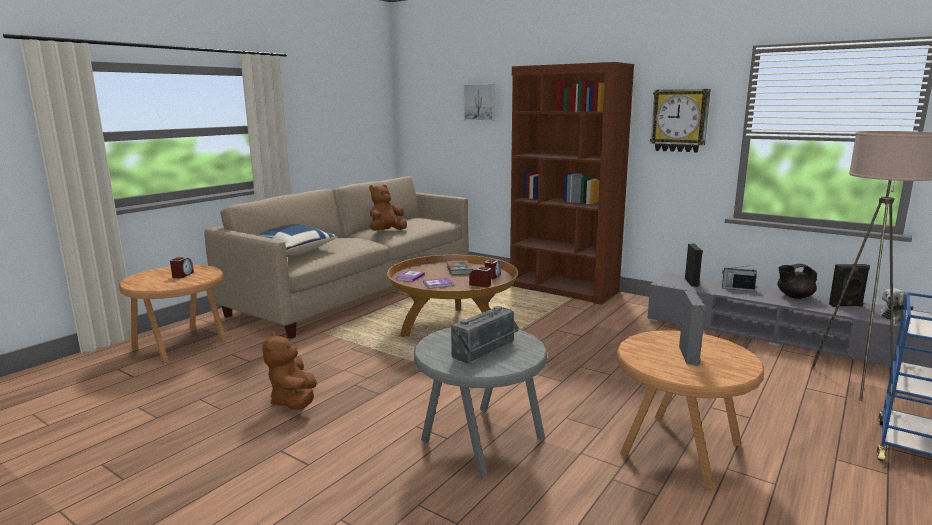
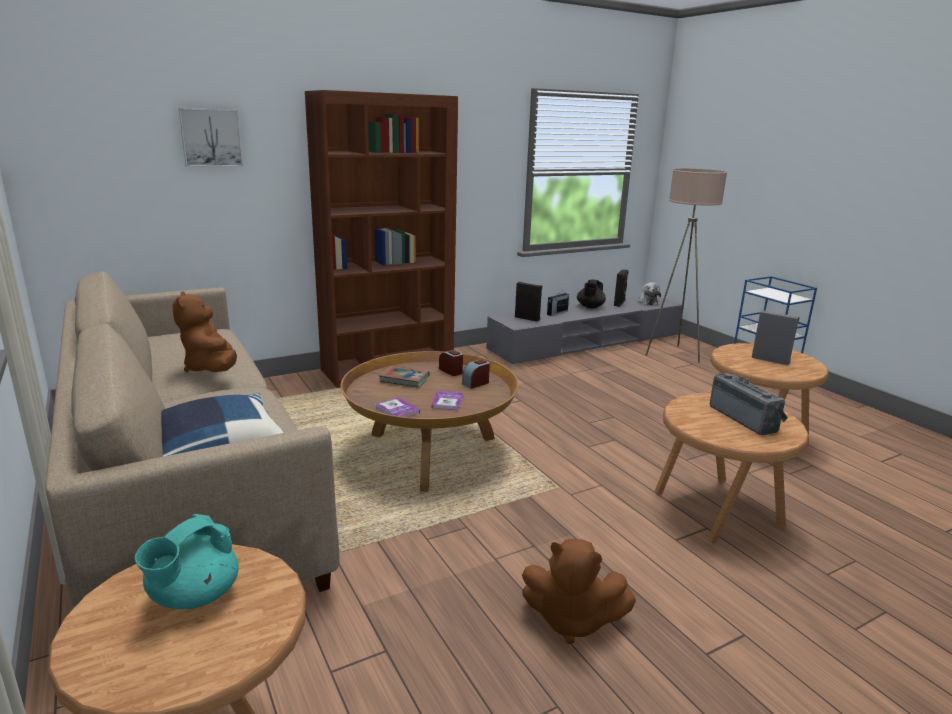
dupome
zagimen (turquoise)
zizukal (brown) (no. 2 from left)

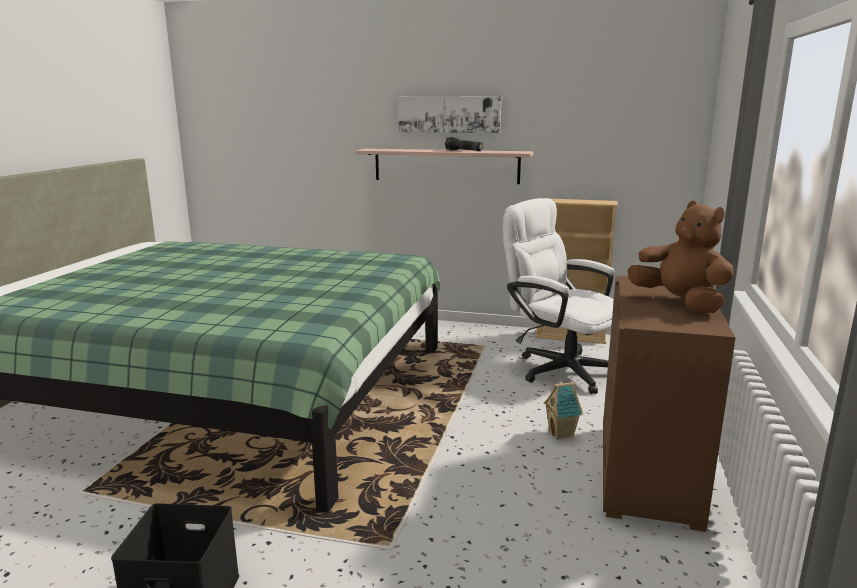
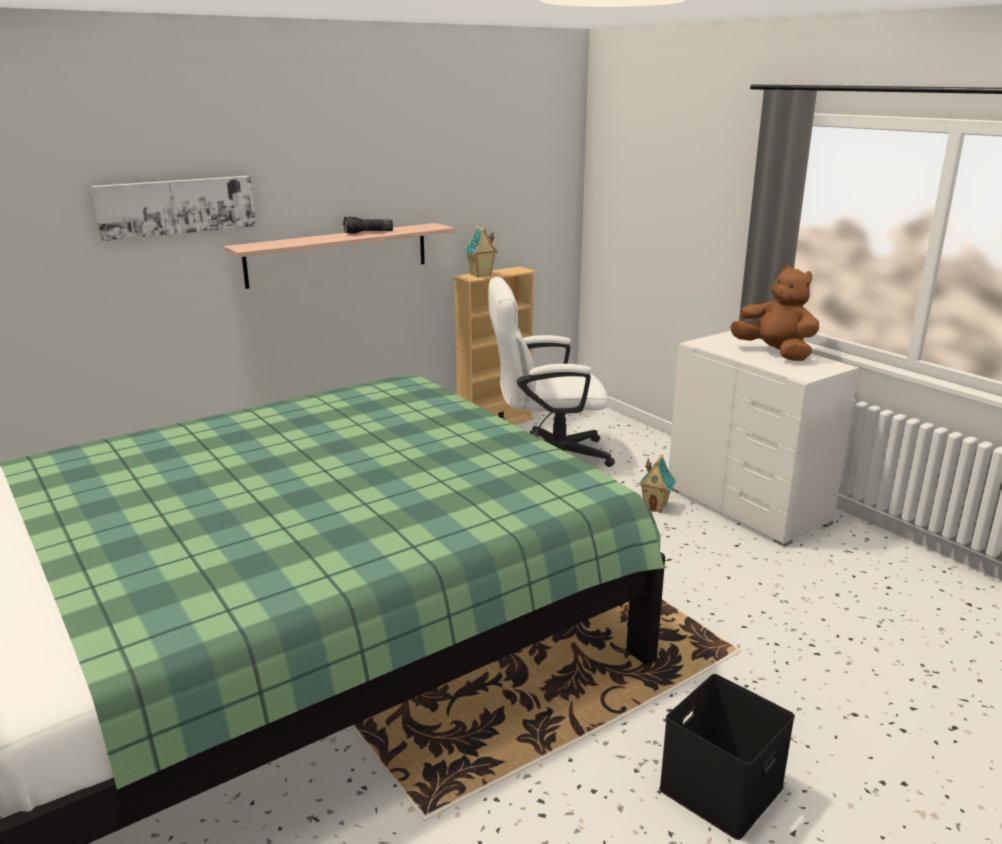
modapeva
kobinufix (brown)
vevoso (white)
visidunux (no. 1 from left)

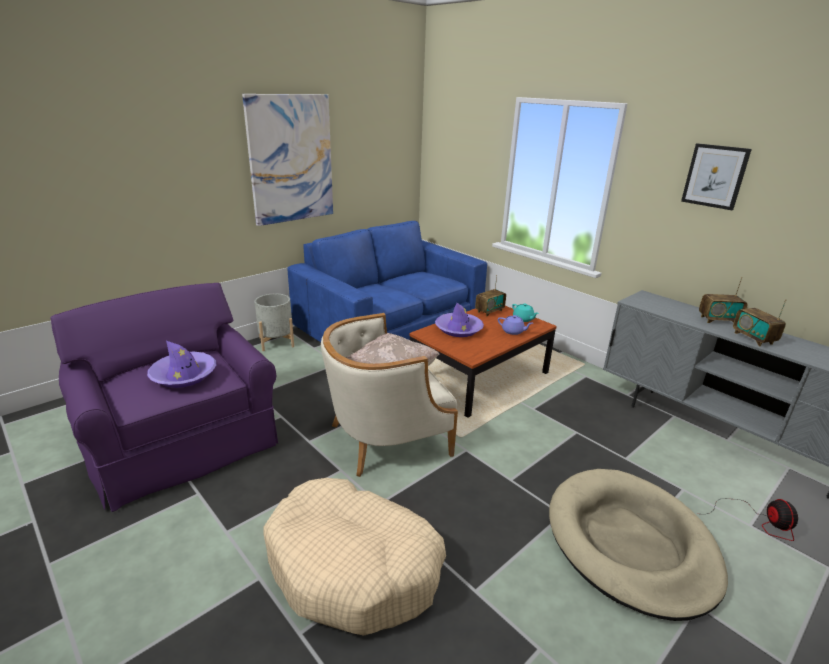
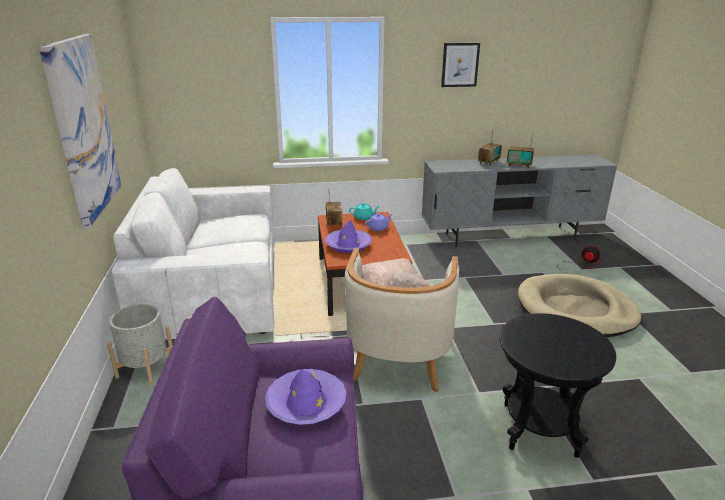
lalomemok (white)
zizukal (black)

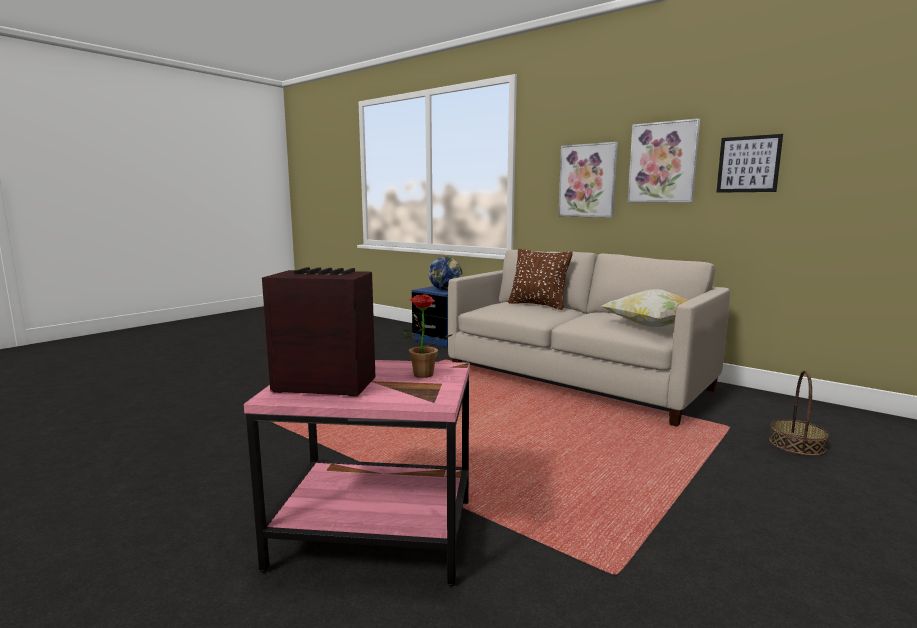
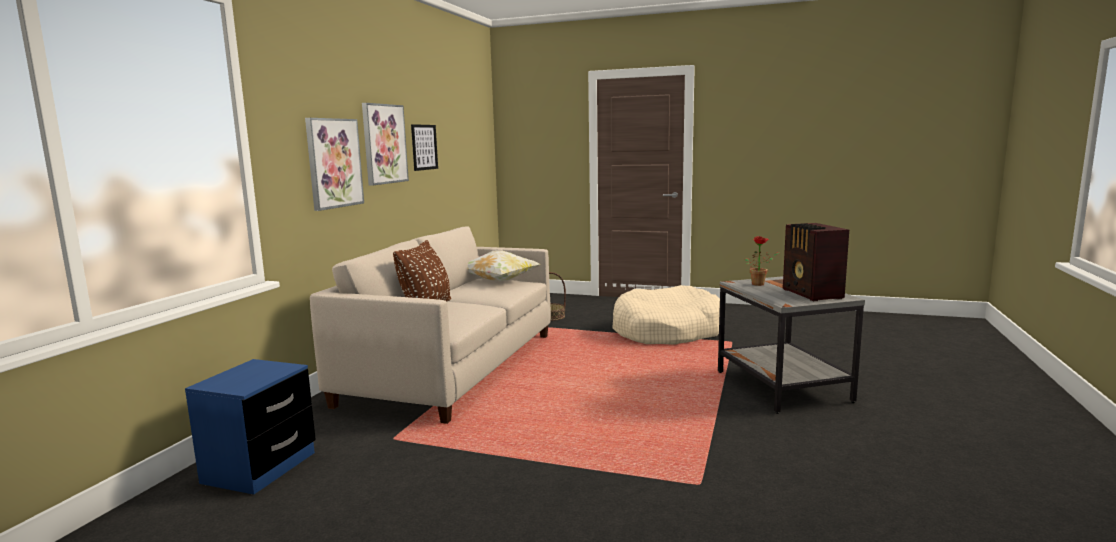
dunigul
zizukal (grey)
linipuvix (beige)

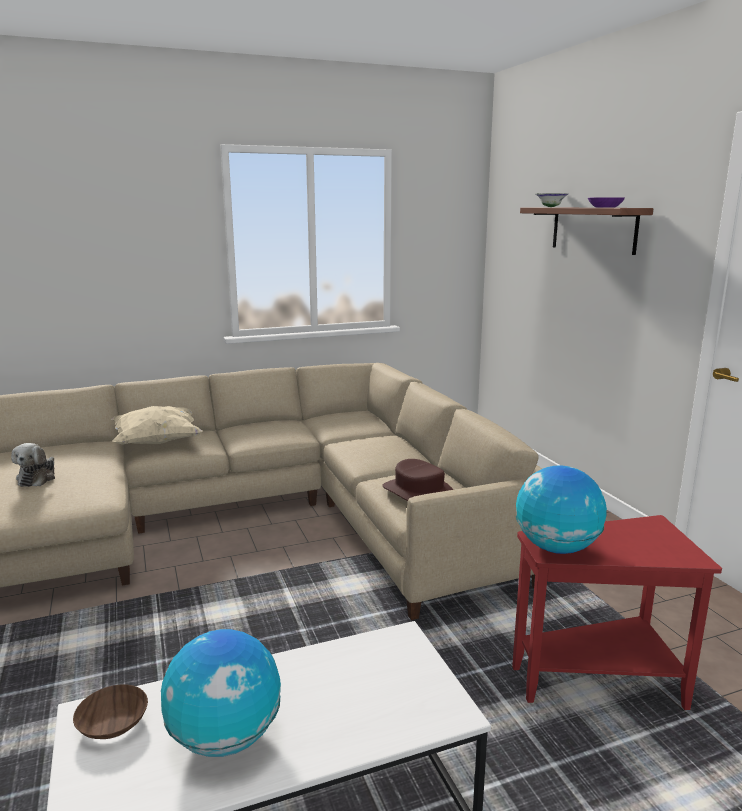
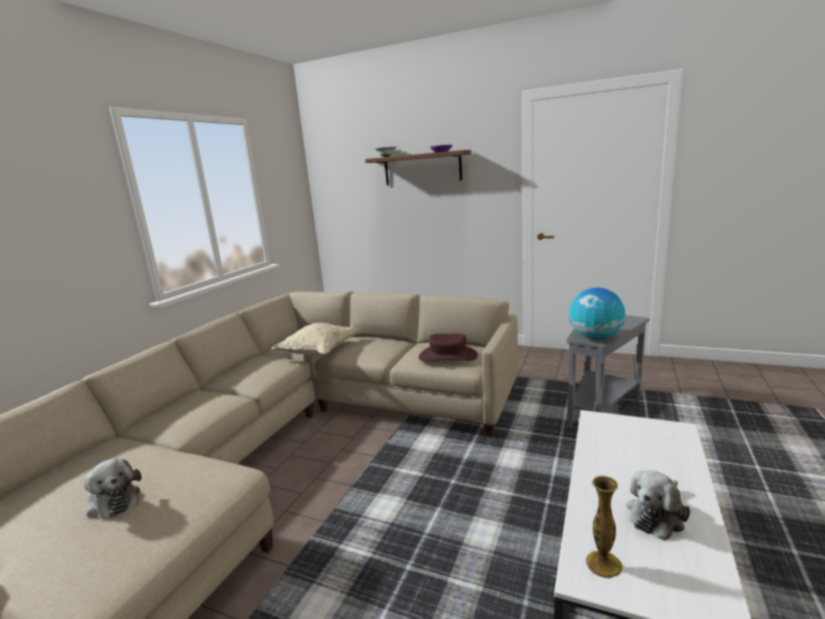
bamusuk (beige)
zizukal (grey)
kobinufix (no. 2 from left)
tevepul

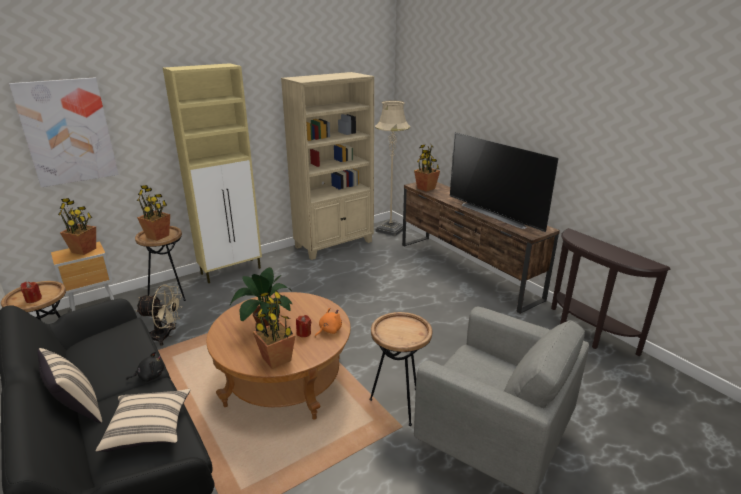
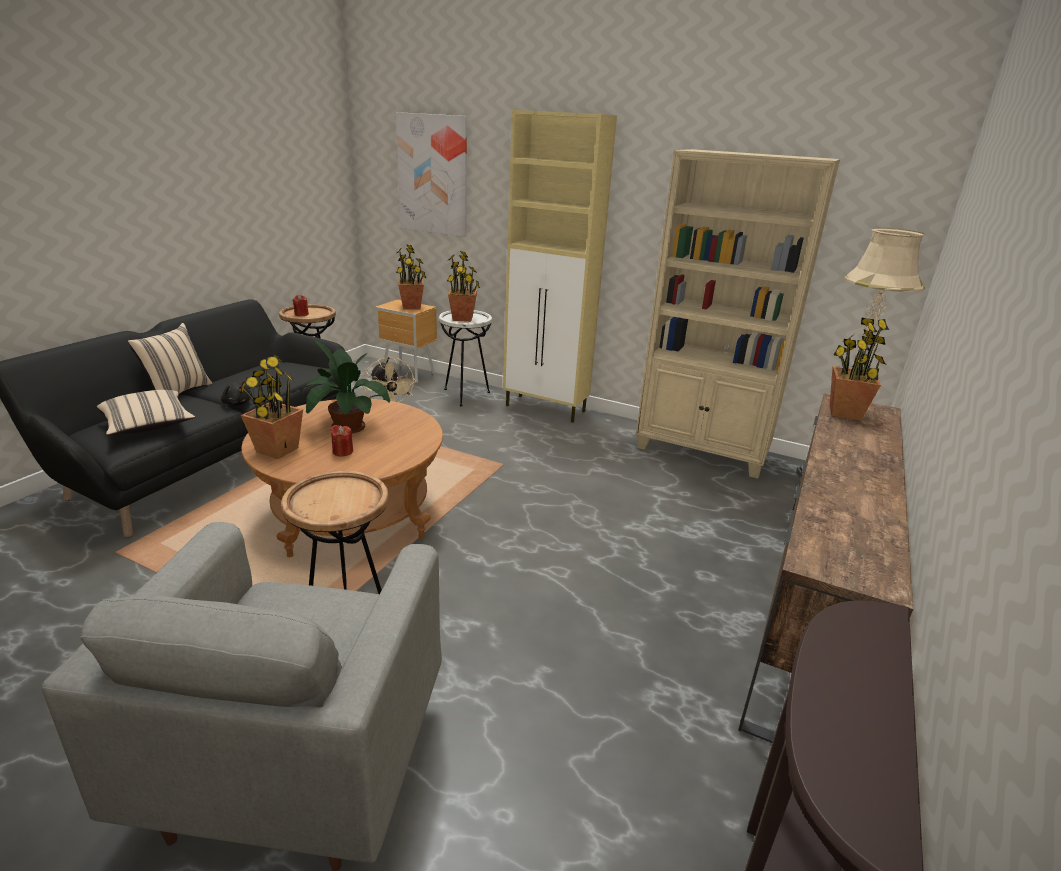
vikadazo
zizukal (white)
kobinufix (orange)

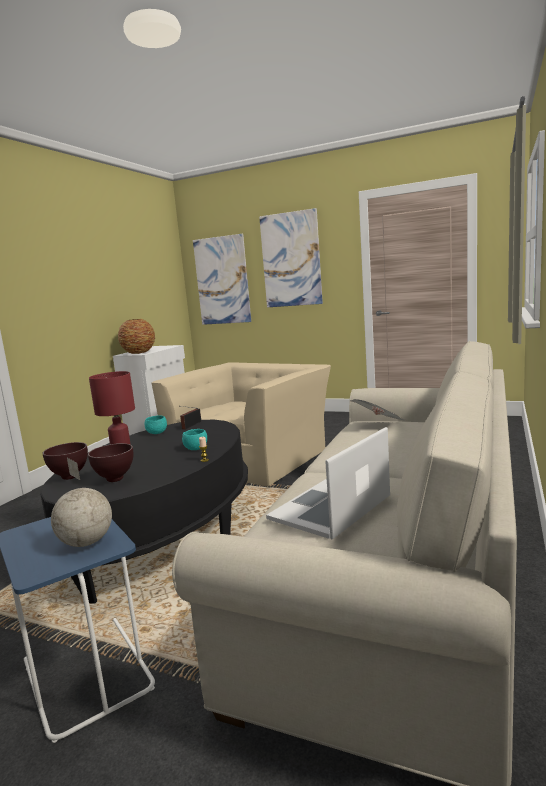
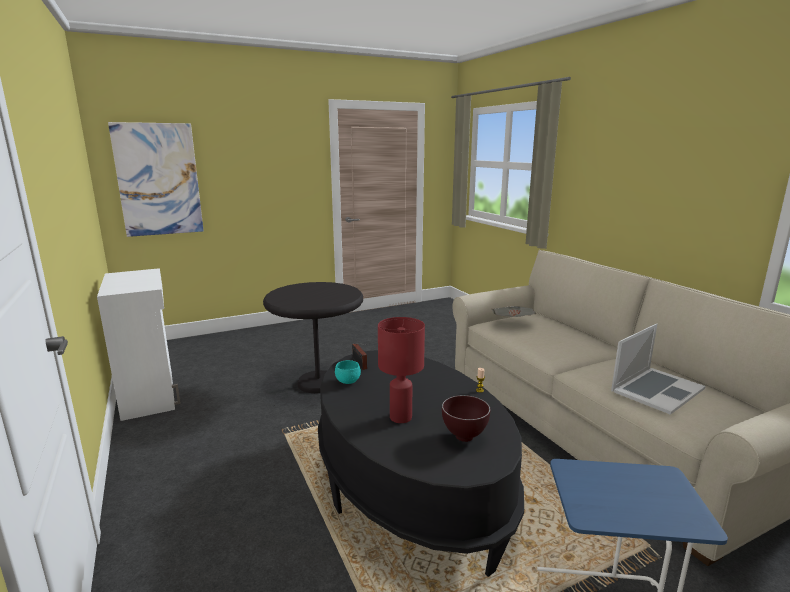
modapeva (no. 2 from left in the first image)
tevepul
zizukal (black)
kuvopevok
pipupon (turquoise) (no. 2 from left in the first image)
pipupon (brown) (no. 1 from left in the first image)
dunigul

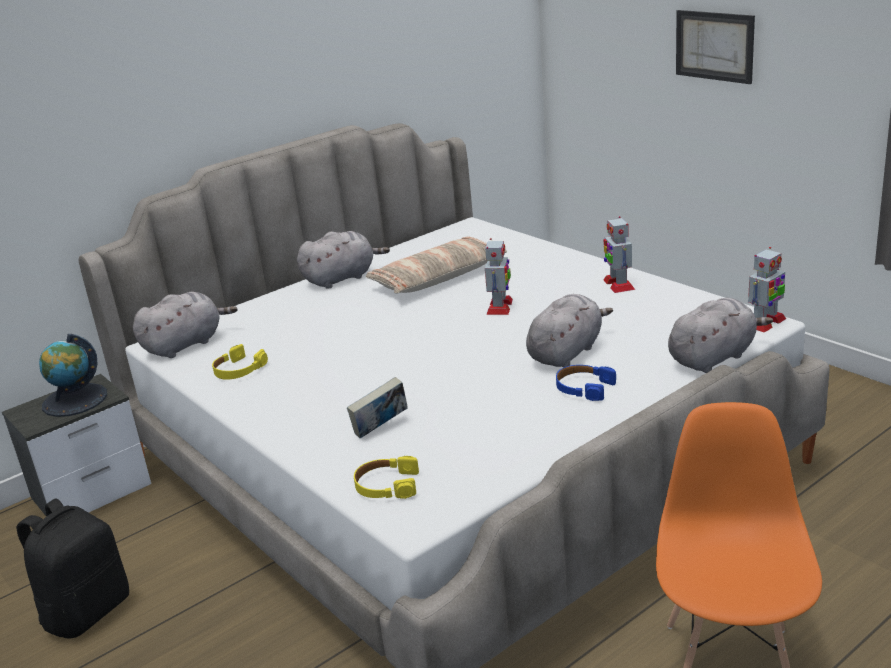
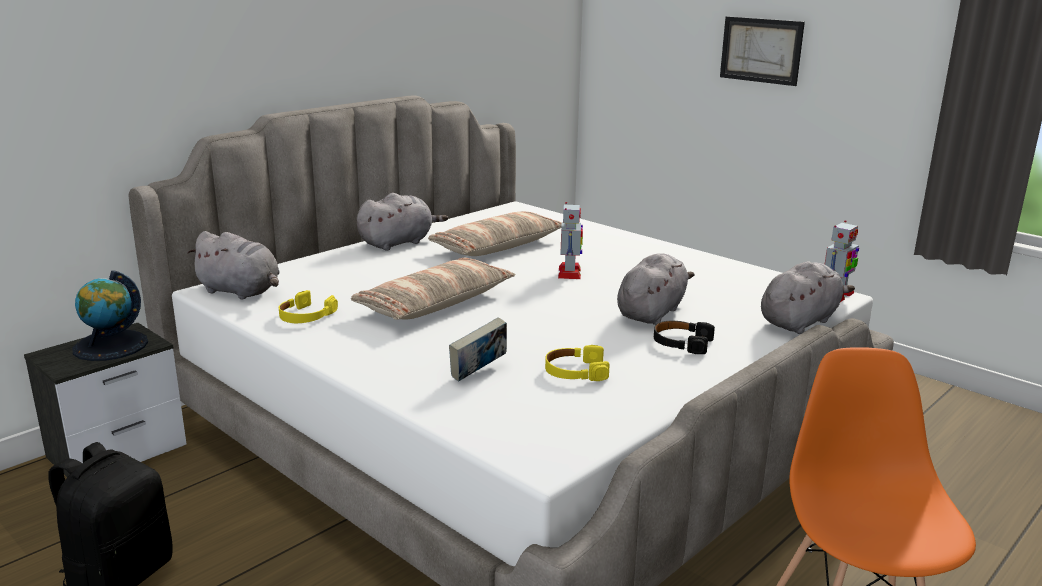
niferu (no. 2 from left in the first image)
kobinufix (grey) (no. 1 from left)
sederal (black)
sederal (yellow) (no. 2 from left)
bamusuk (no. 1 from left)

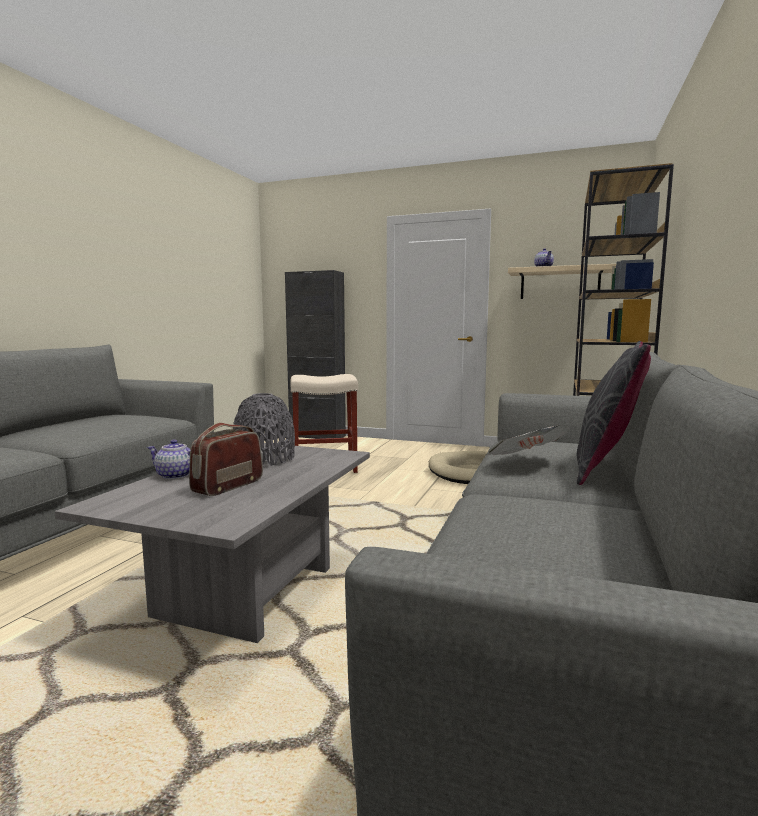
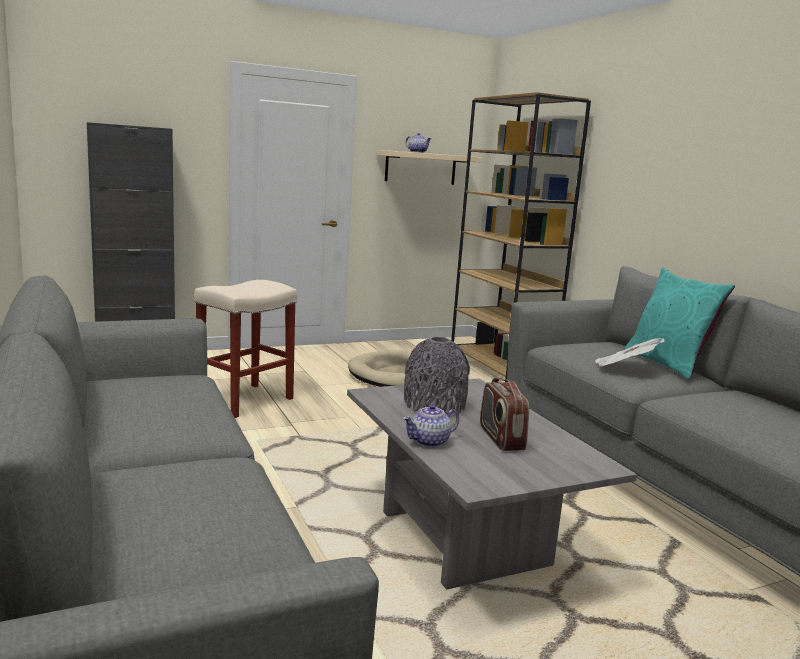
bamusuk (turquoise)

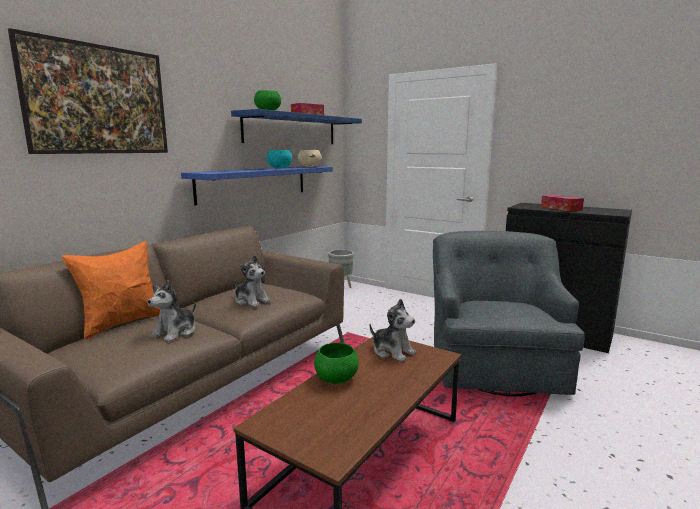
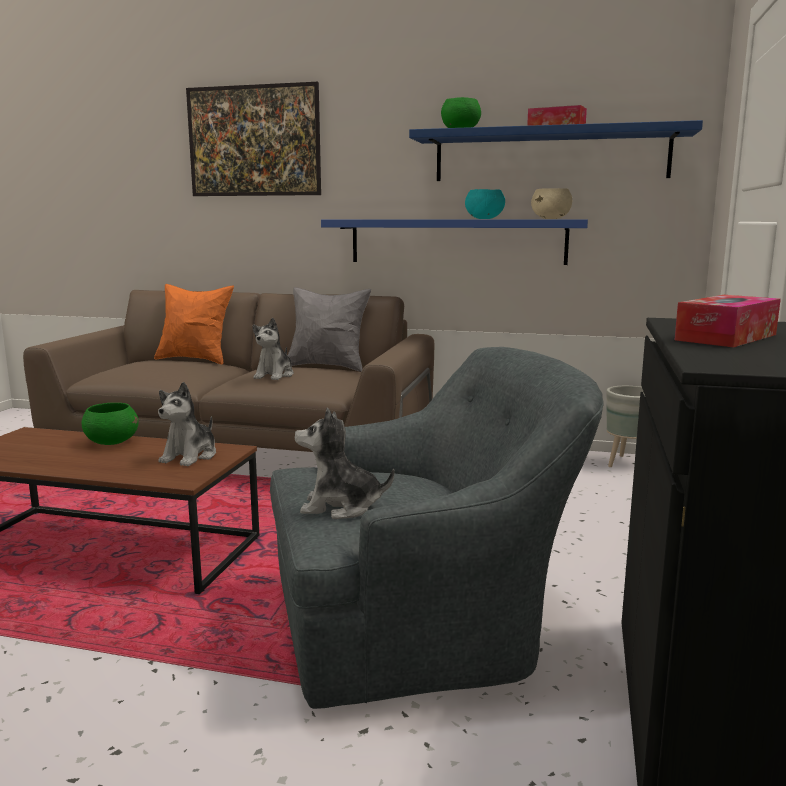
kobinufix (no. 3 from left)
bamusuk (grey)

